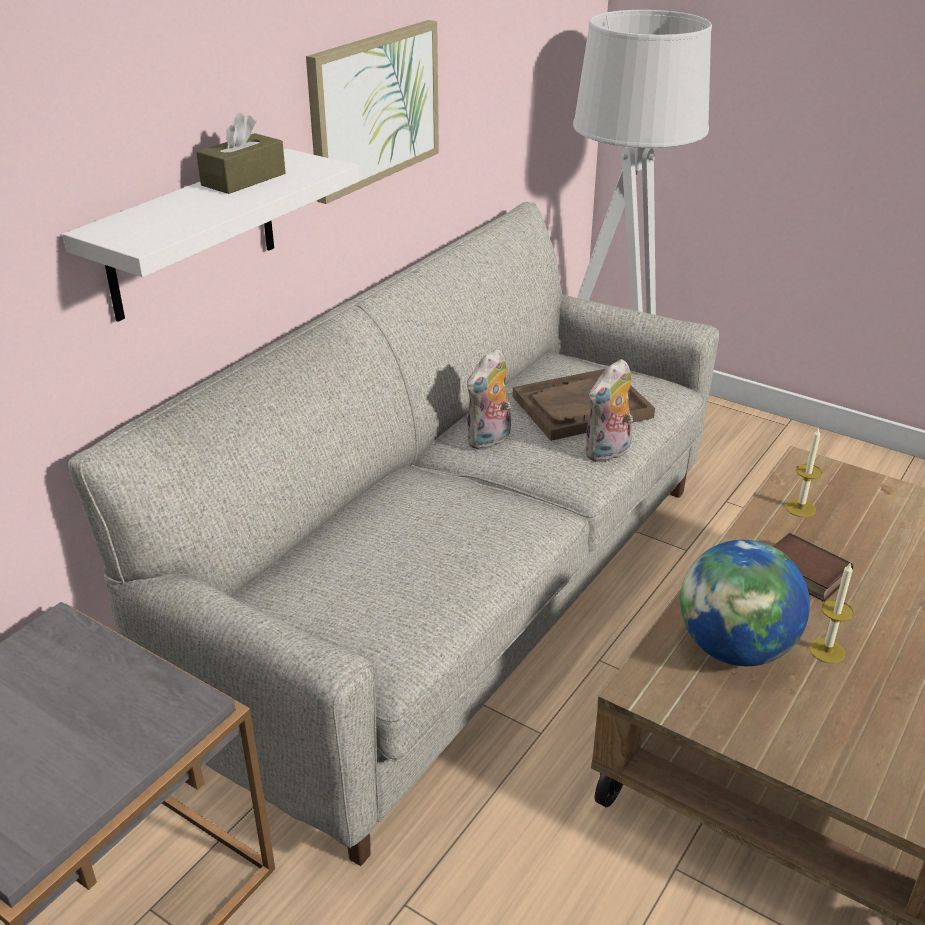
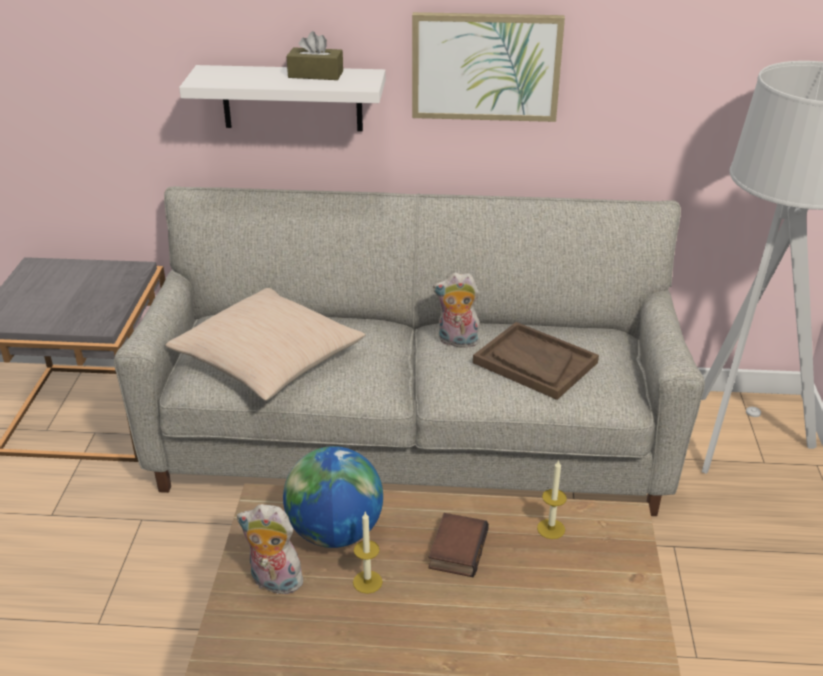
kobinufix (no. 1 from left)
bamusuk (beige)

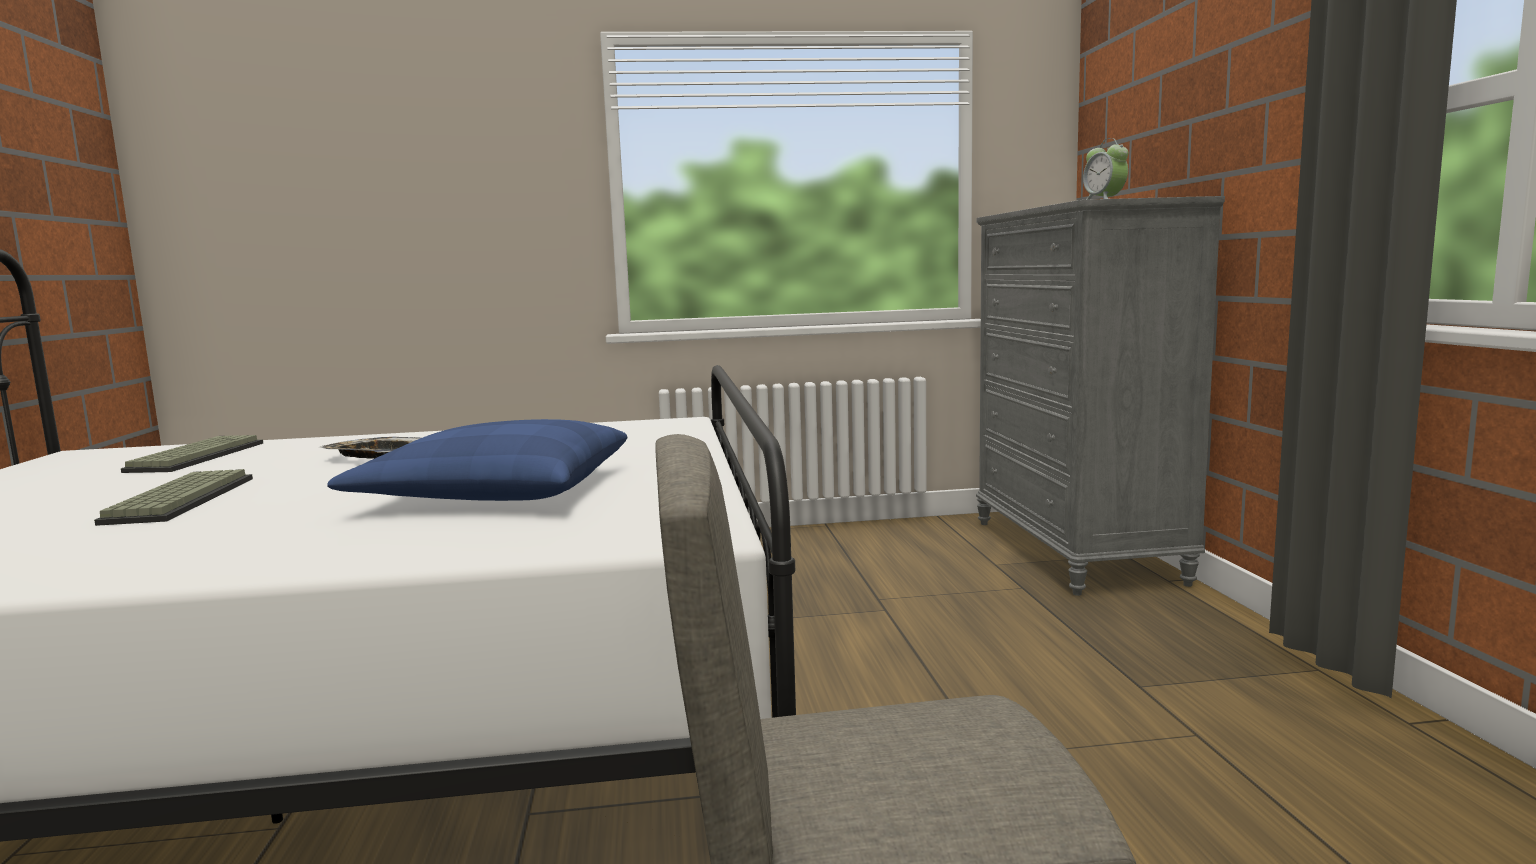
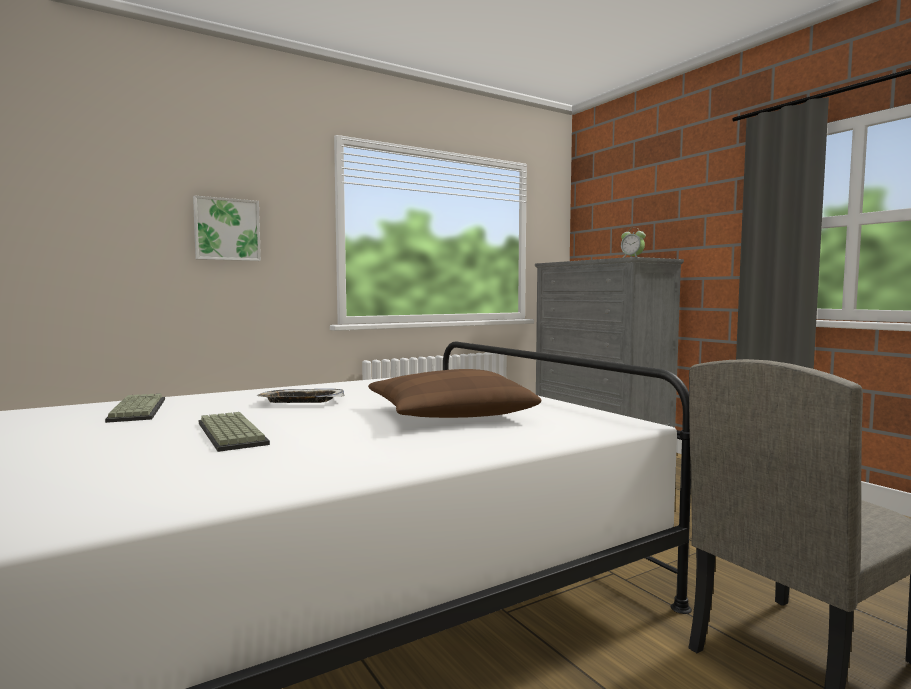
bamusuk (brown)
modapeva

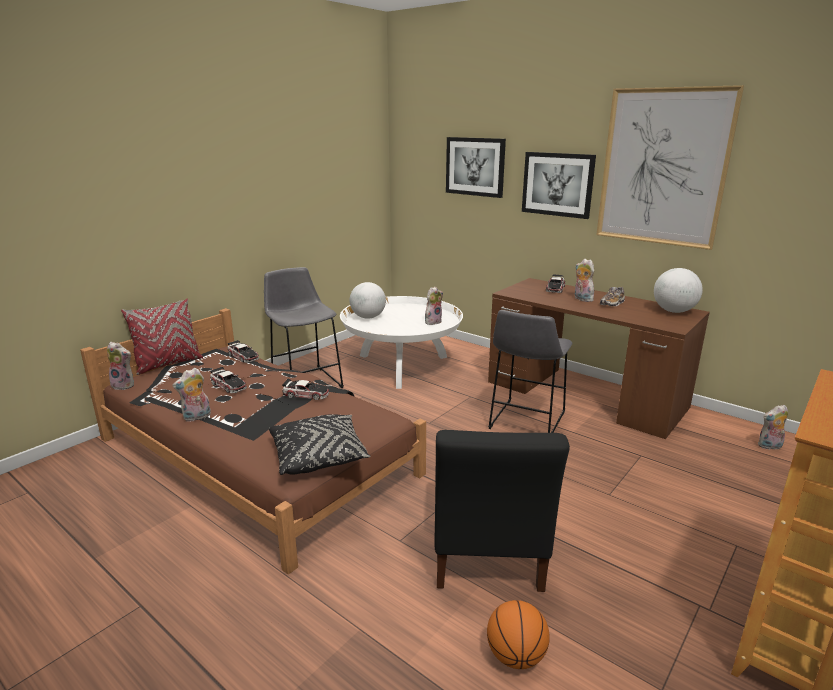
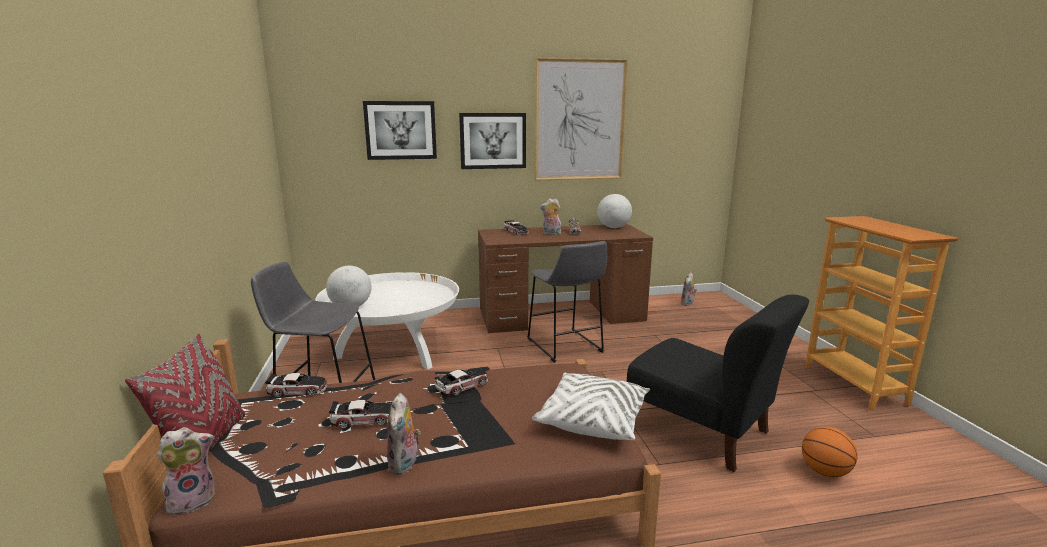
kobinufix (no. 3 from left in the first image)
bamusuk (white)

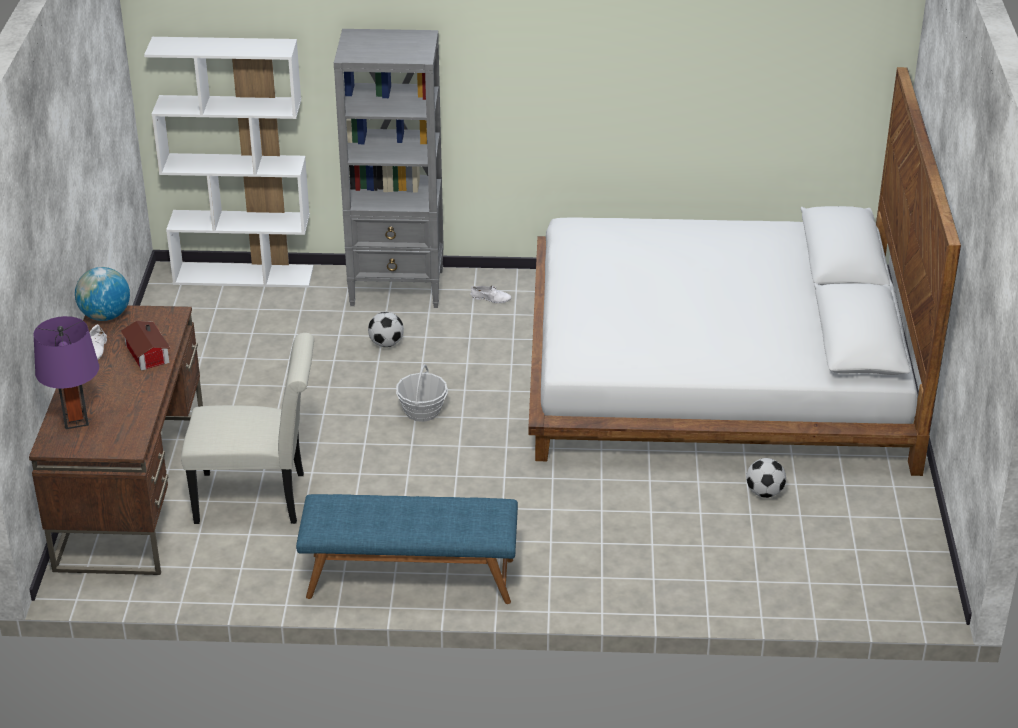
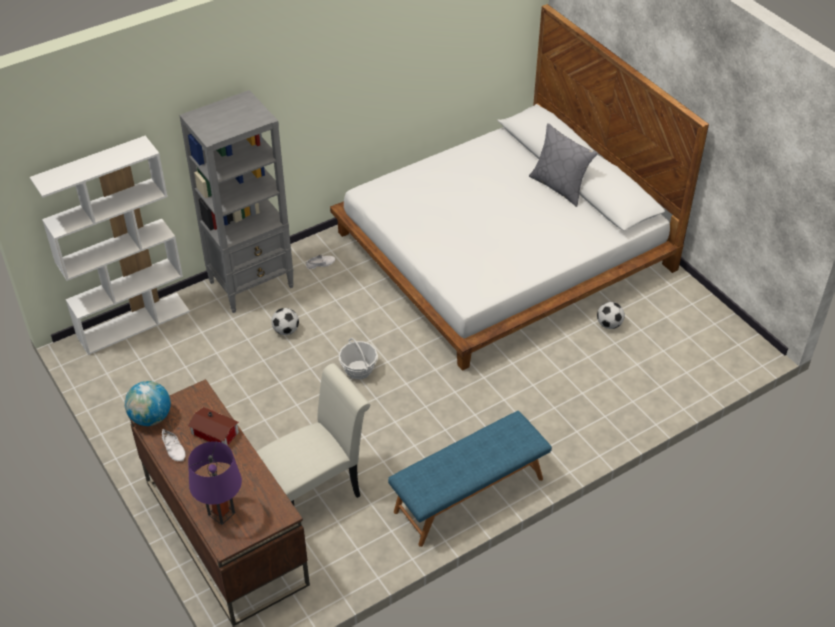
bamusuk (grey)

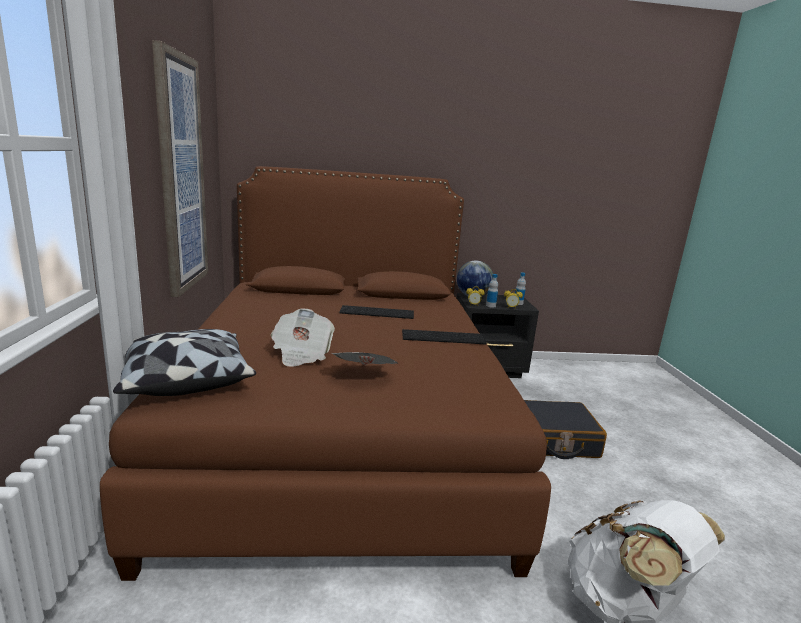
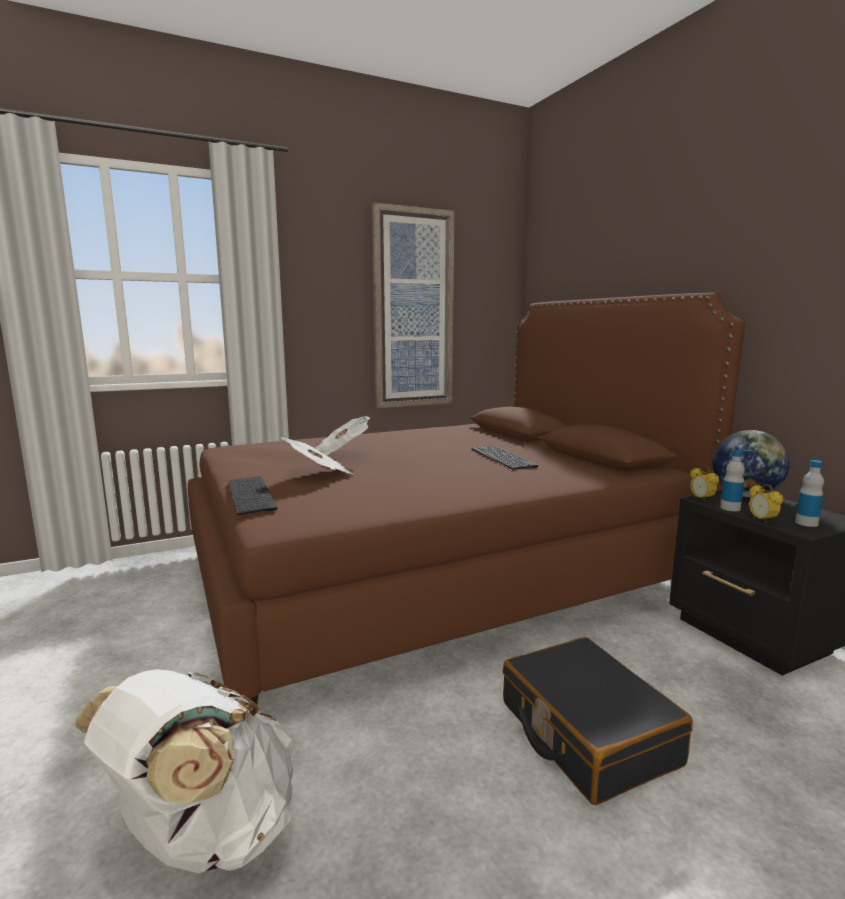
bamusuk
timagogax (no. 1 from left)

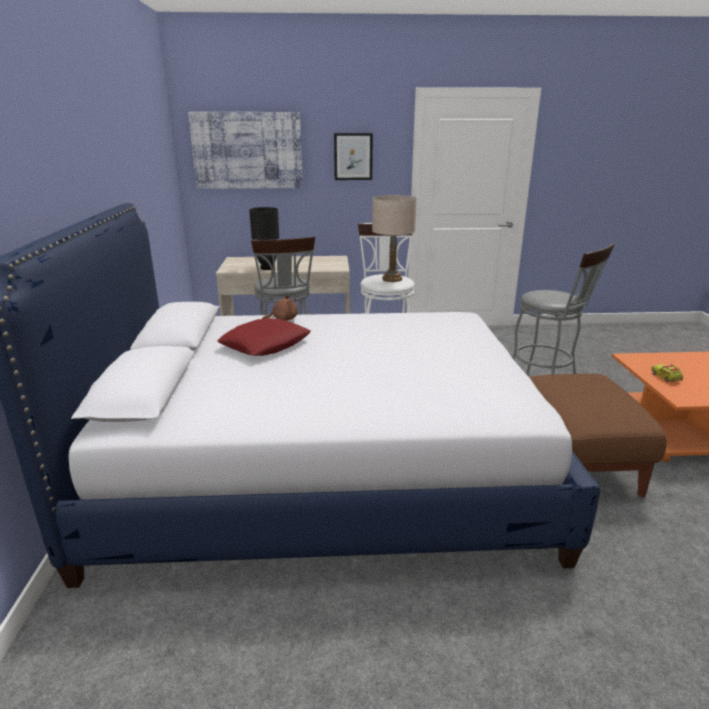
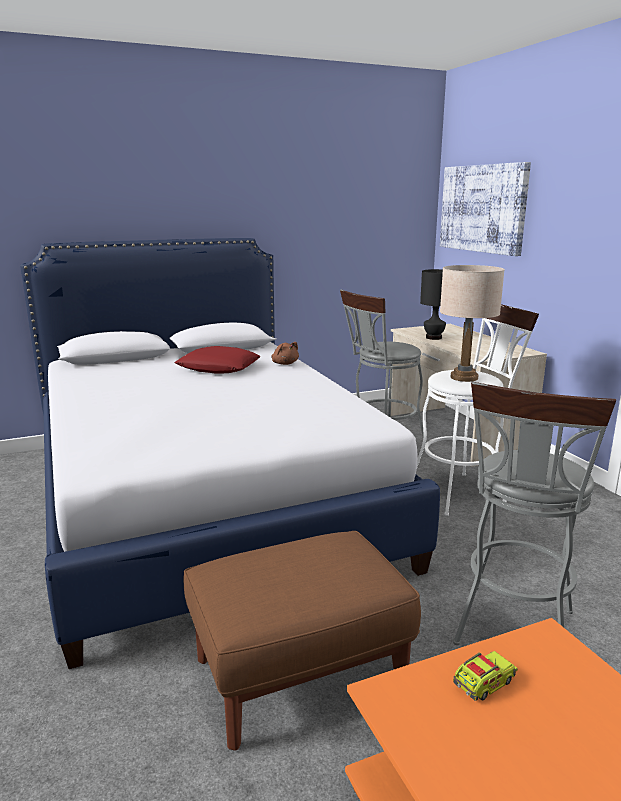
modapeva (no. 2 from left in the first image)

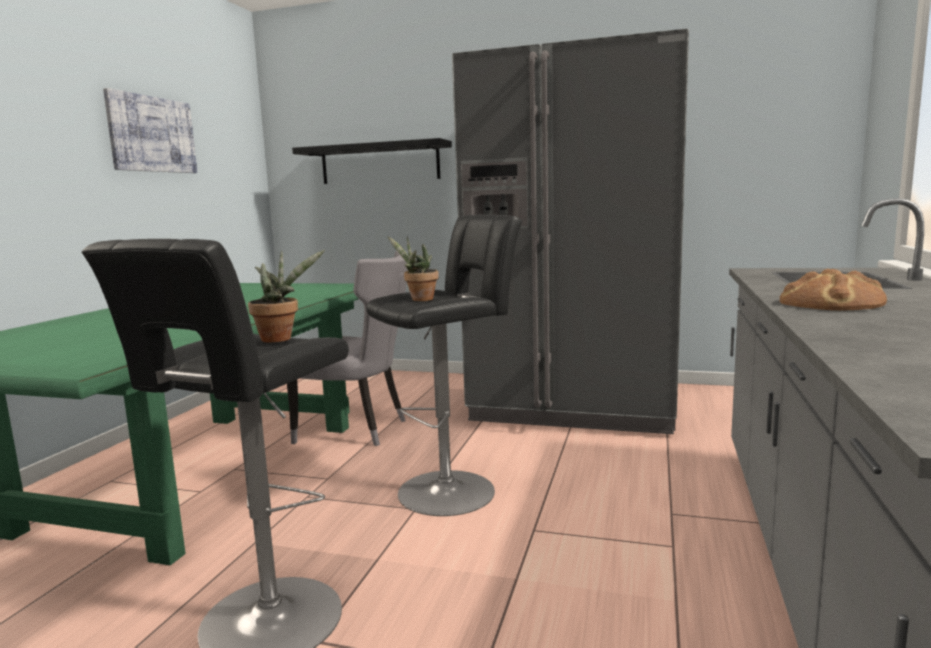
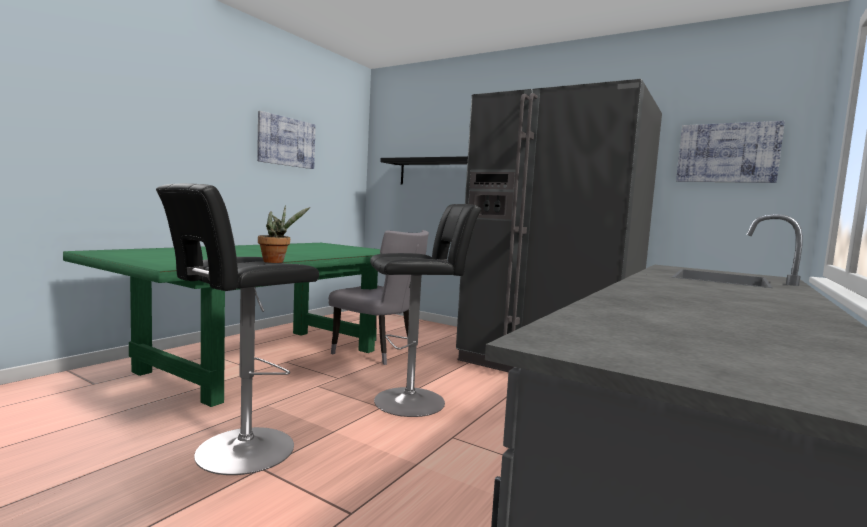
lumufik (no. 2 from left in the first image)
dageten
modapeva (no. 2 from left)

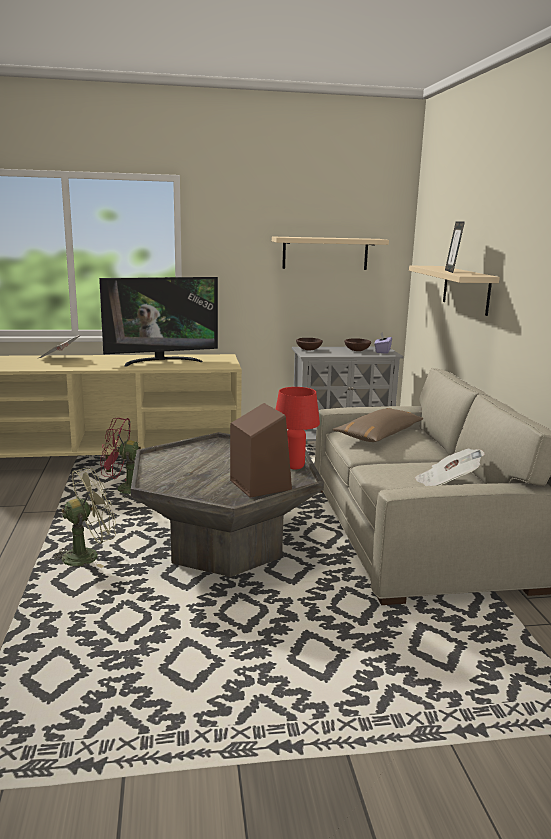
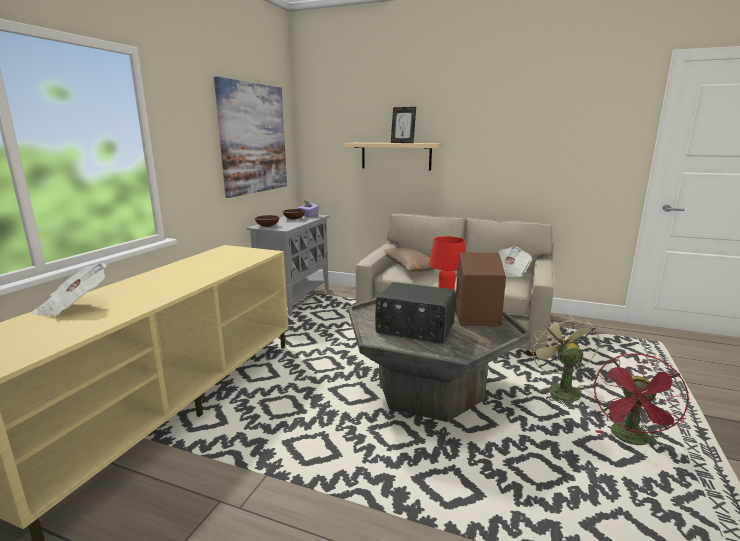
modapeva
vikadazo
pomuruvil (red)
pomuruvil (green)
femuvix

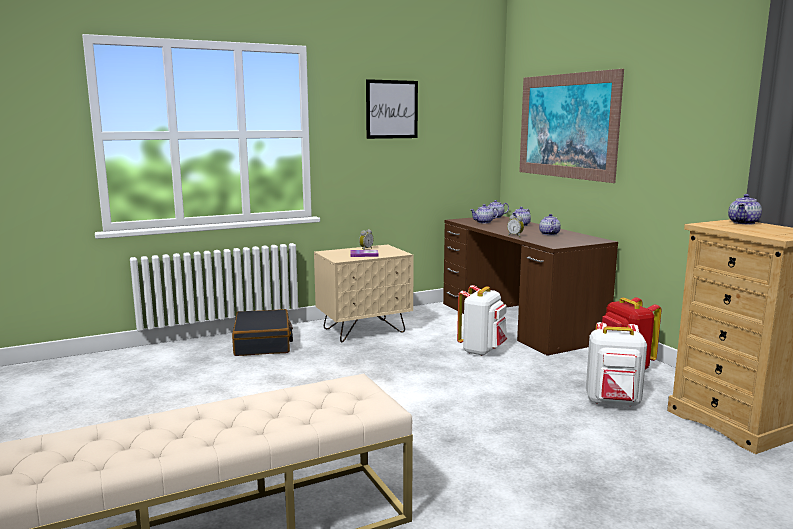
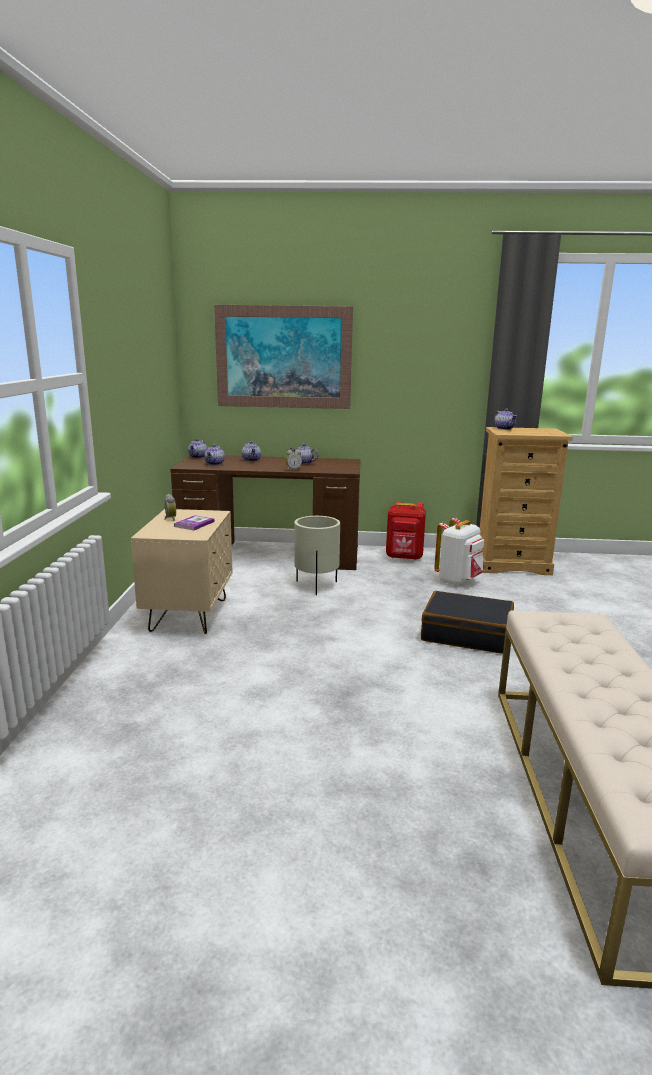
modapeva (no. 1 from left in the first image)
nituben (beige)
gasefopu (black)

